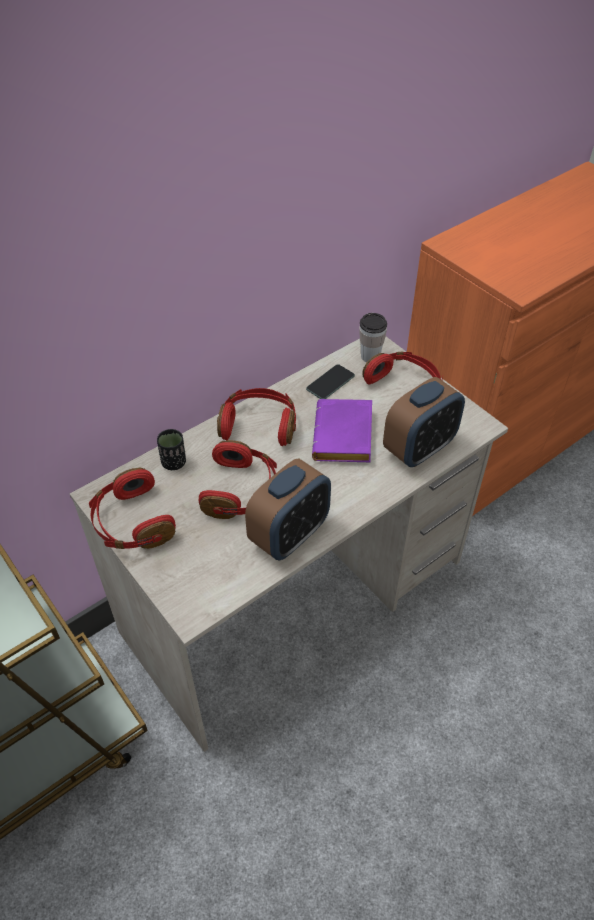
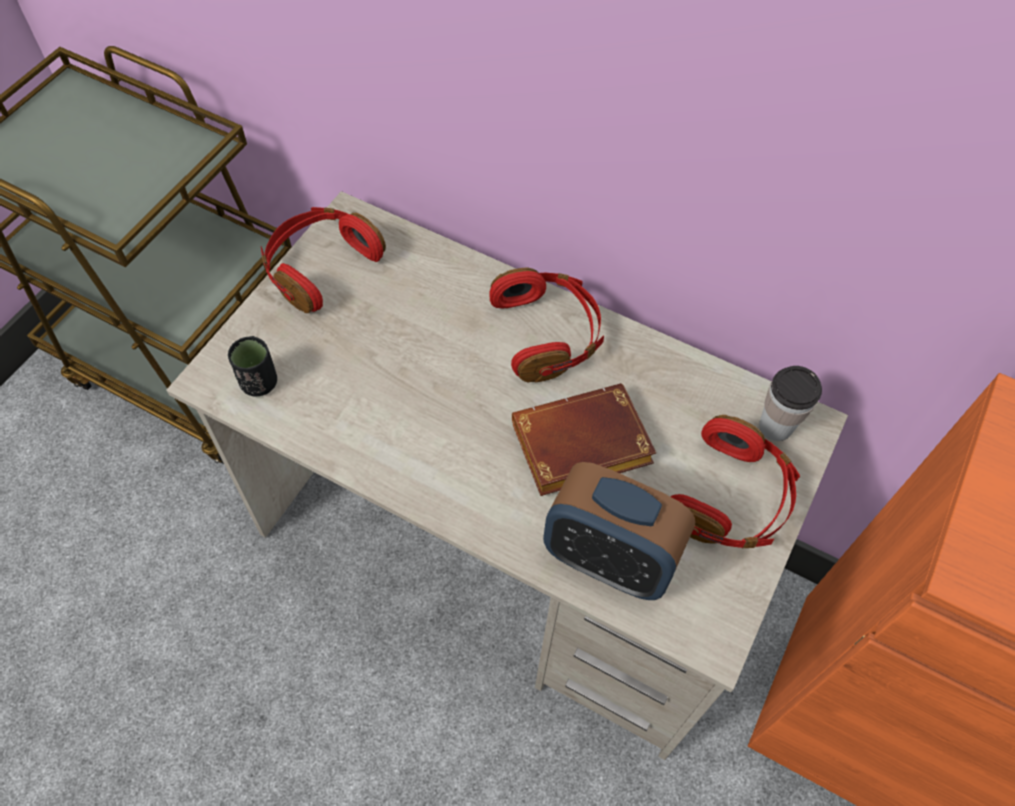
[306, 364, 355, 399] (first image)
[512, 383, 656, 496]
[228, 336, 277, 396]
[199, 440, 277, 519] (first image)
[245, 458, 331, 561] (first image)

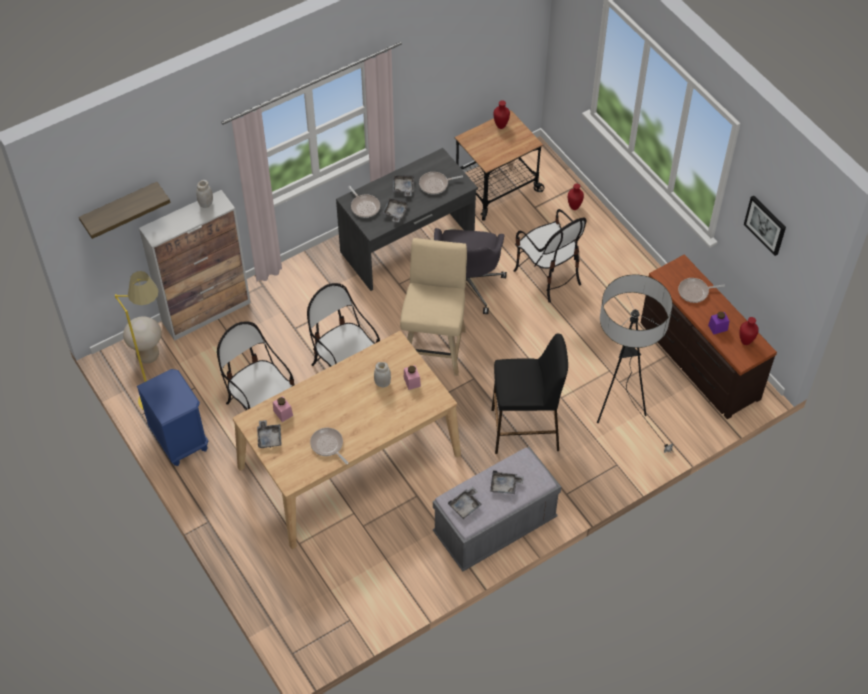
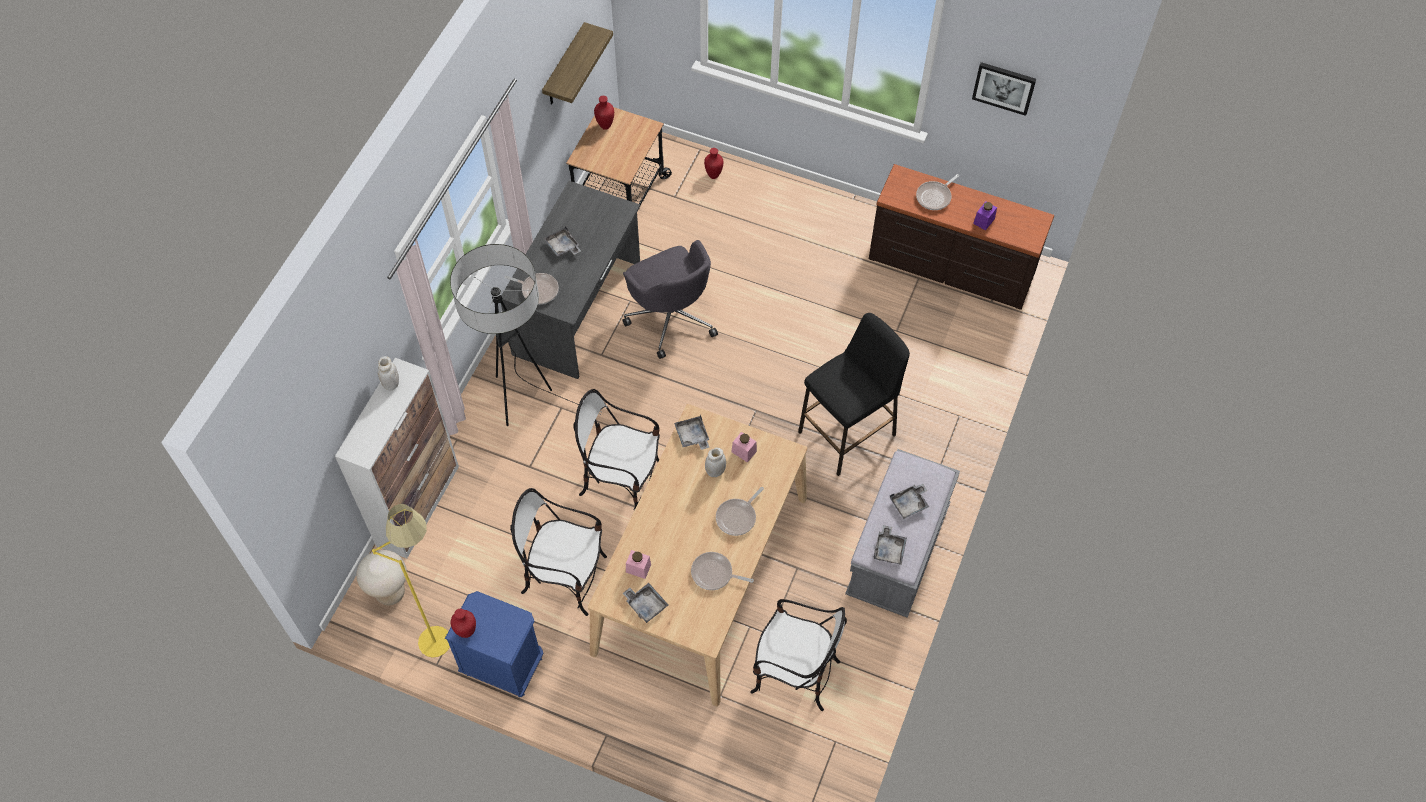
[716, 487, 764, 536]
[542, 22, 613, 105]
[674, 415, 709, 450]
[750, 599, 847, 711]
[400, 238, 467, 376] (first image)
[450, 244, 601, 426]
[451, 609, 476, 638]

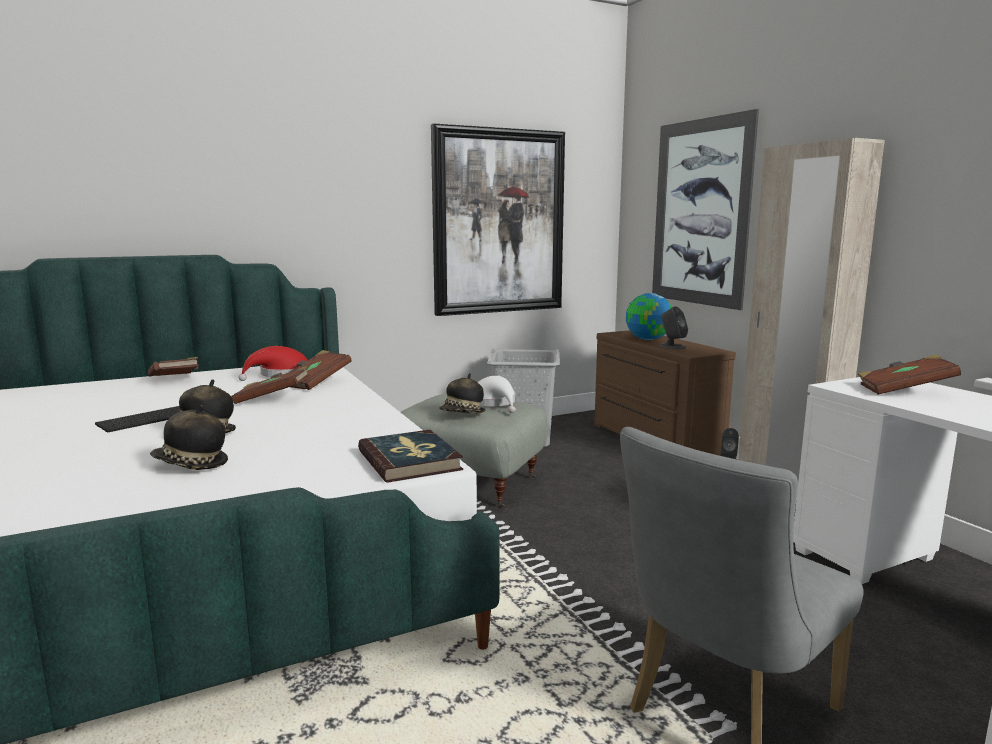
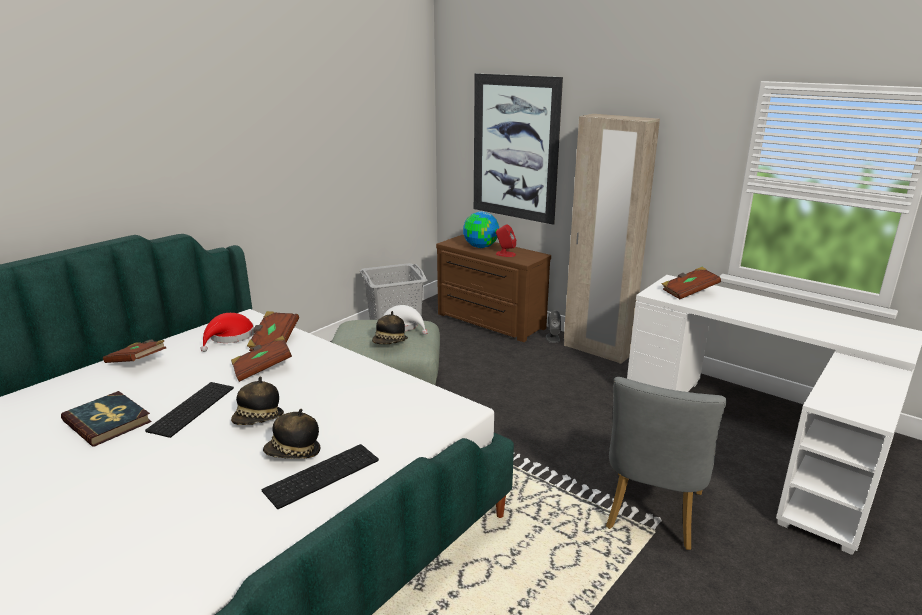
[431, 124, 565, 316] (first image)
[496, 224, 516, 257]
[61, 391, 152, 447]
[262, 444, 379, 509]

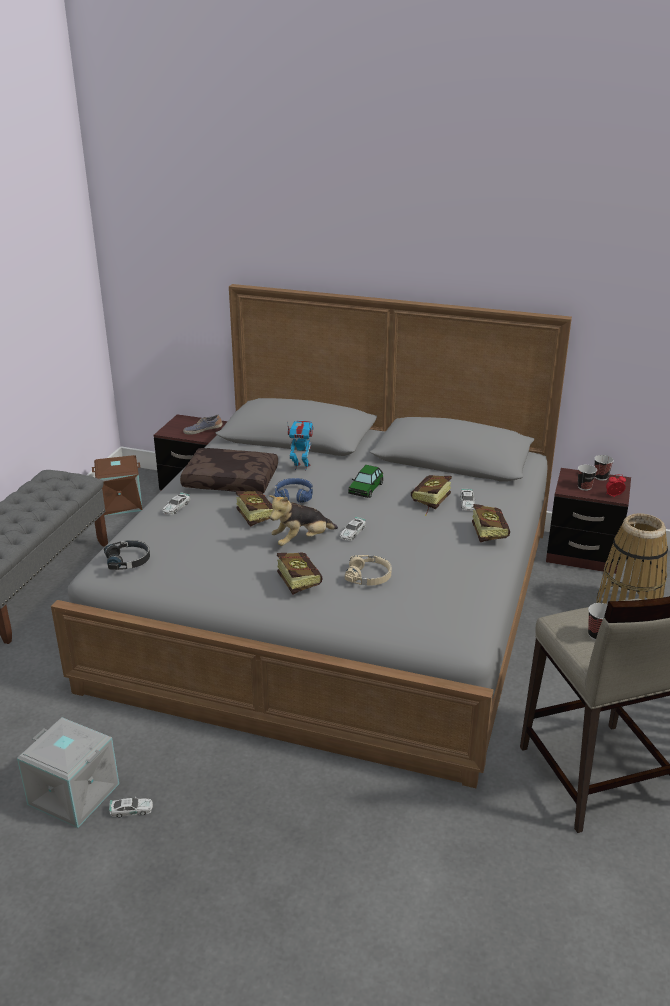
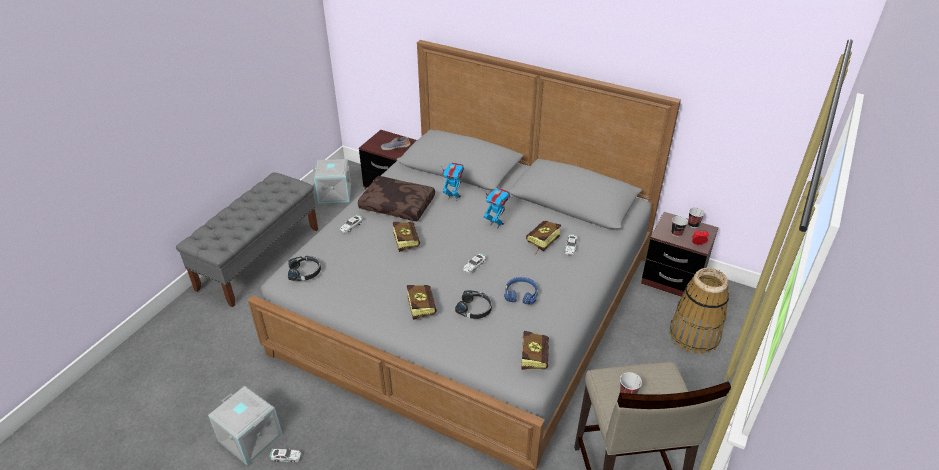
[313, 159, 351, 203]
[484, 188, 511, 228]
[504, 277, 538, 305]
[269, 495, 338, 546] (first image)
[521, 331, 549, 370]
[455, 290, 492, 319]

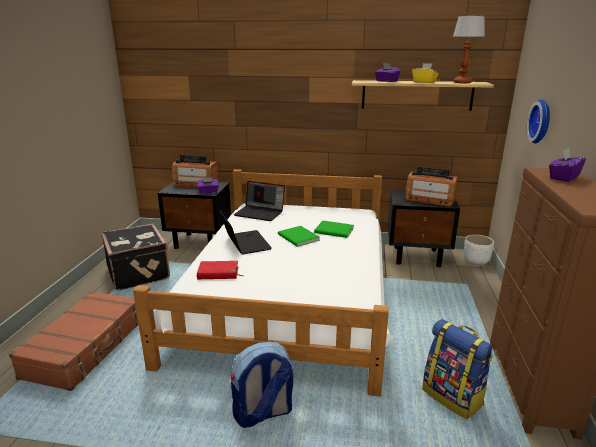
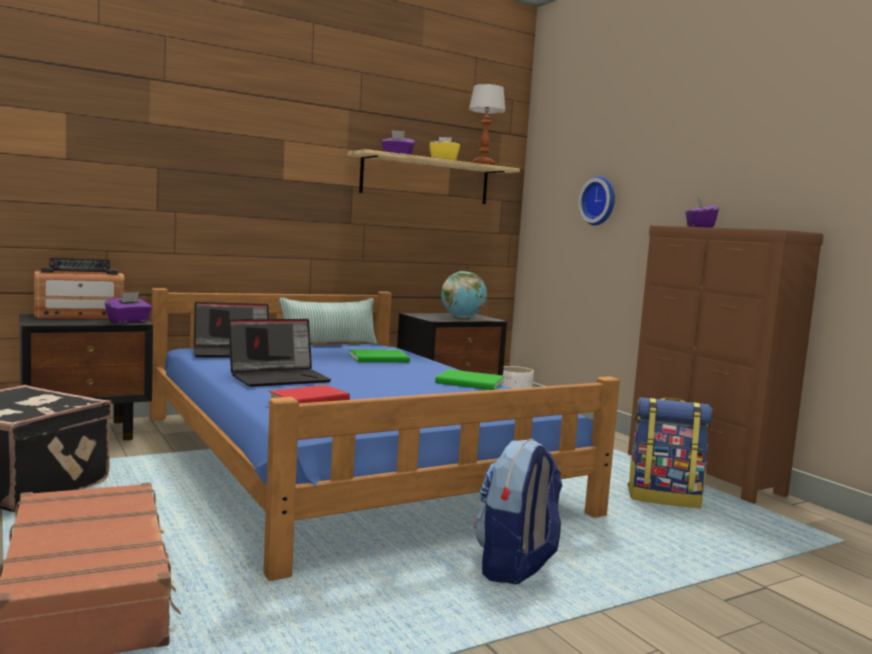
[441, 271, 487, 318]
[150, 288, 620, 581]
[228, 319, 331, 387]
[435, 369, 504, 390]
[279, 298, 377, 344]

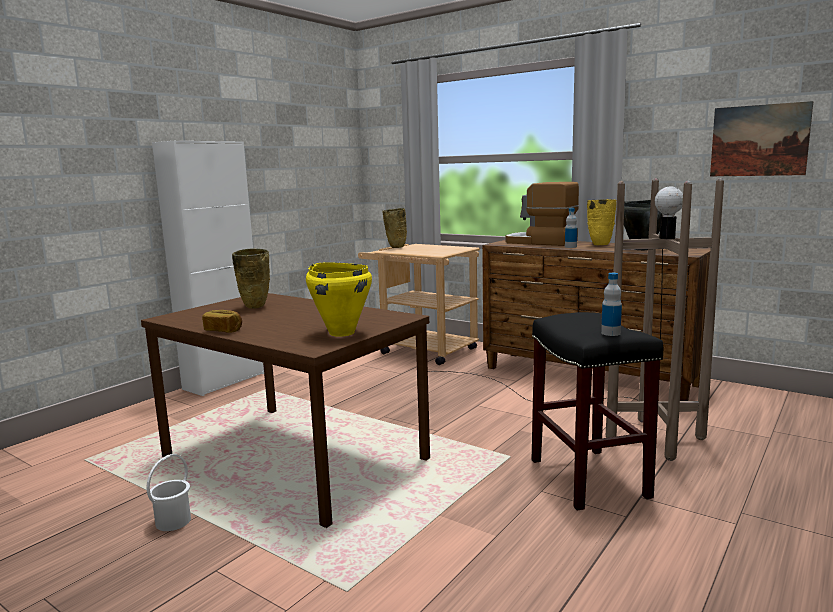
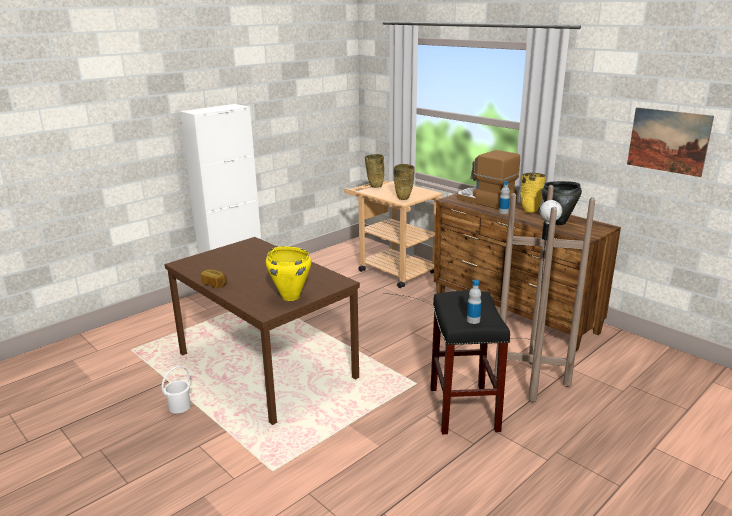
[394, 164, 415, 200]

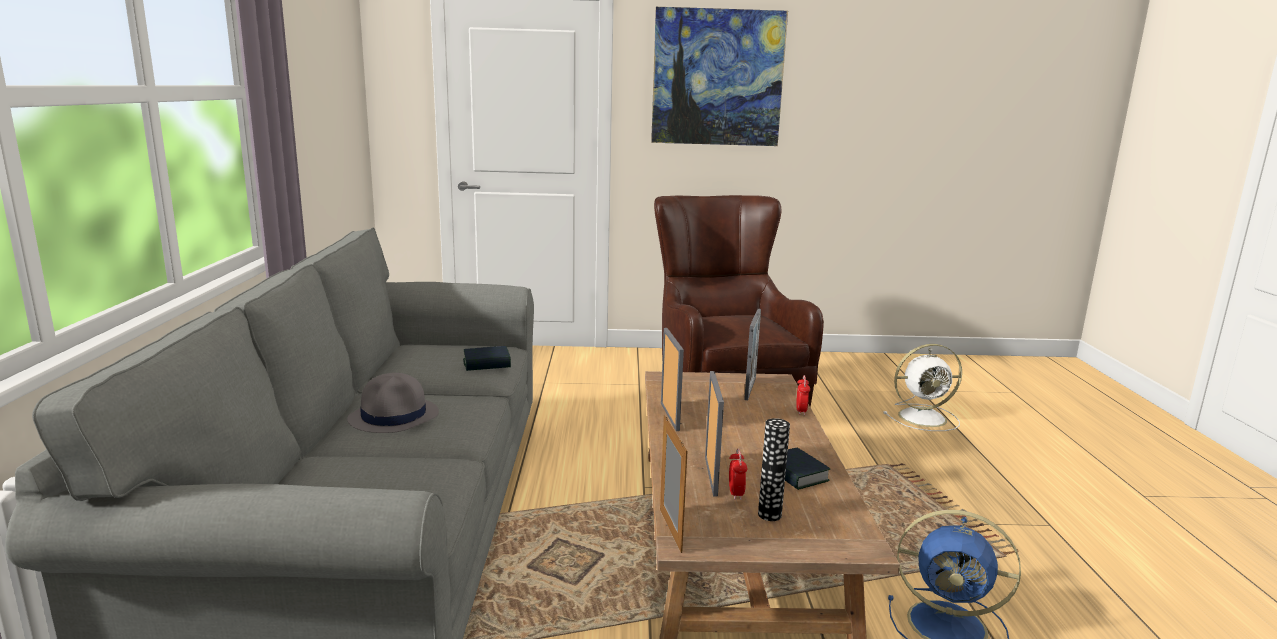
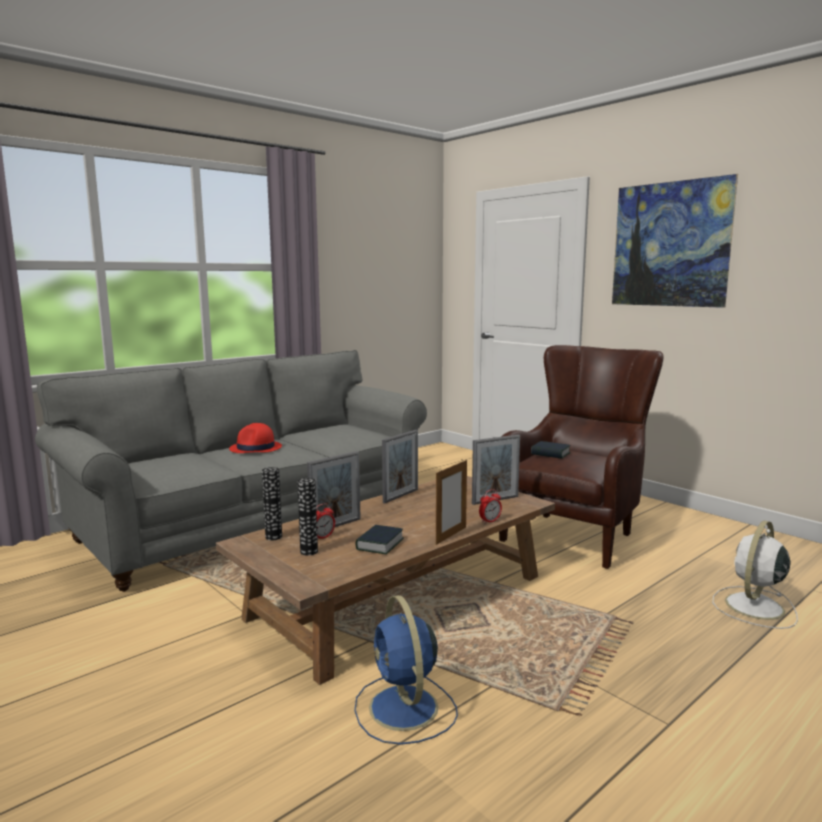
[713, 520, 798, 629]
[531, 441, 570, 459]
[229, 423, 282, 453]
[436, 459, 467, 545]
[262, 467, 282, 540]

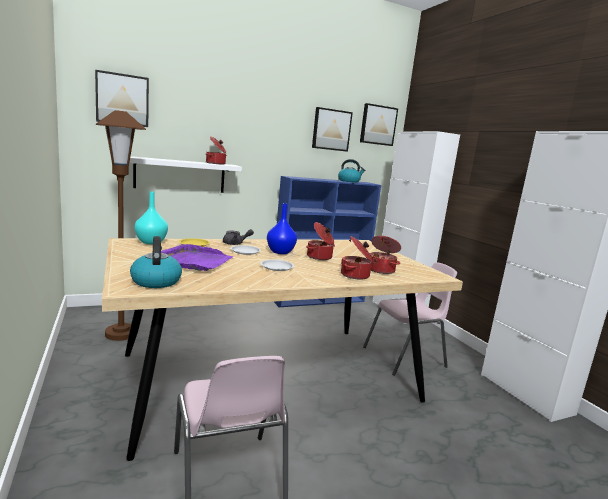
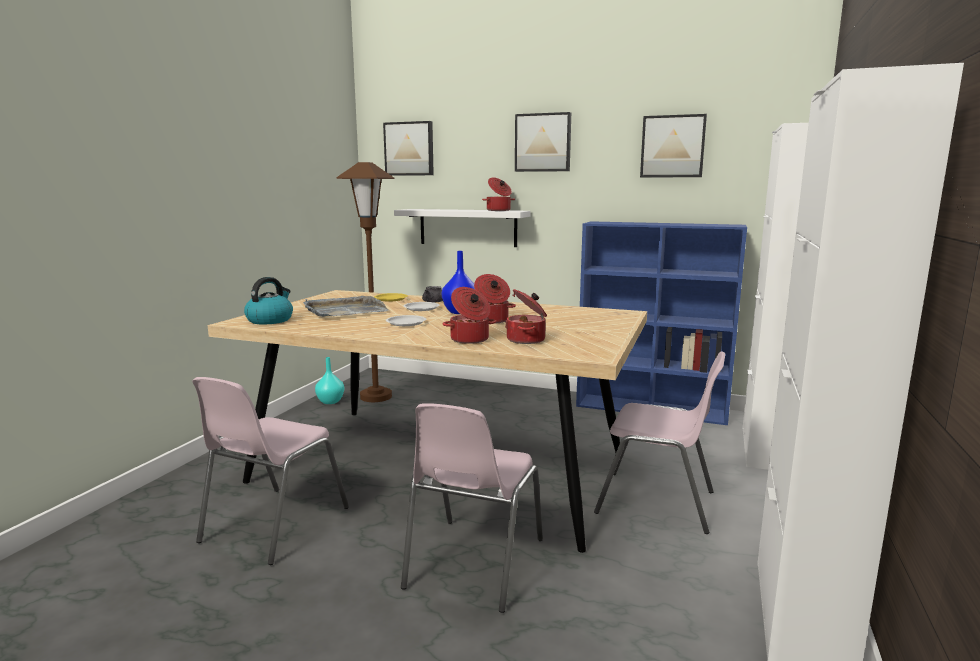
[515, 112, 571, 172]
[338, 159, 365, 183] (first image)
[315, 357, 344, 404]
[303, 296, 389, 317]
[401, 403, 543, 613]

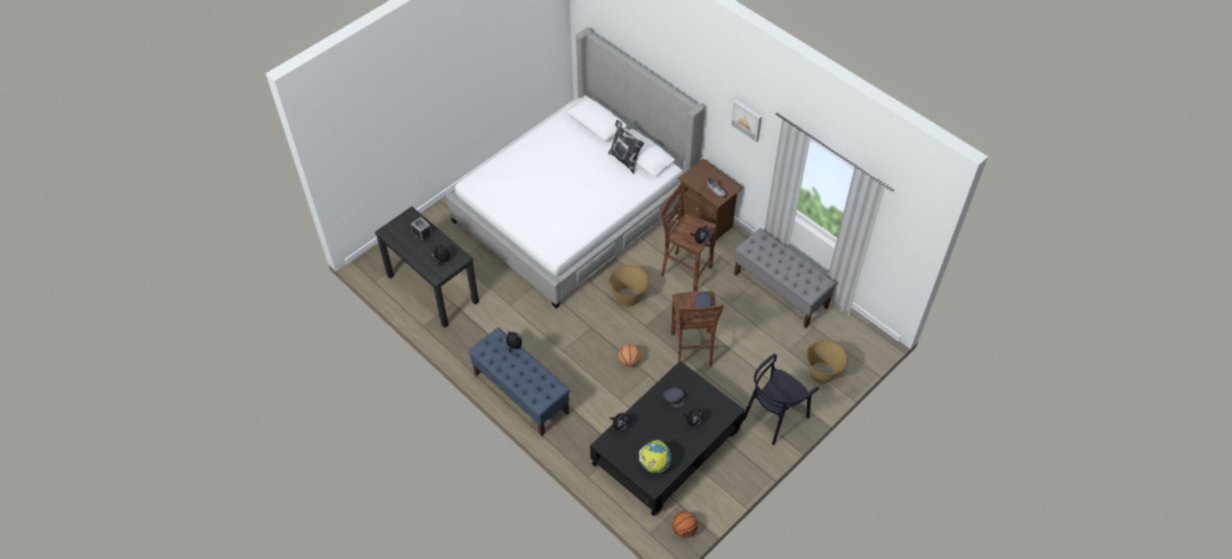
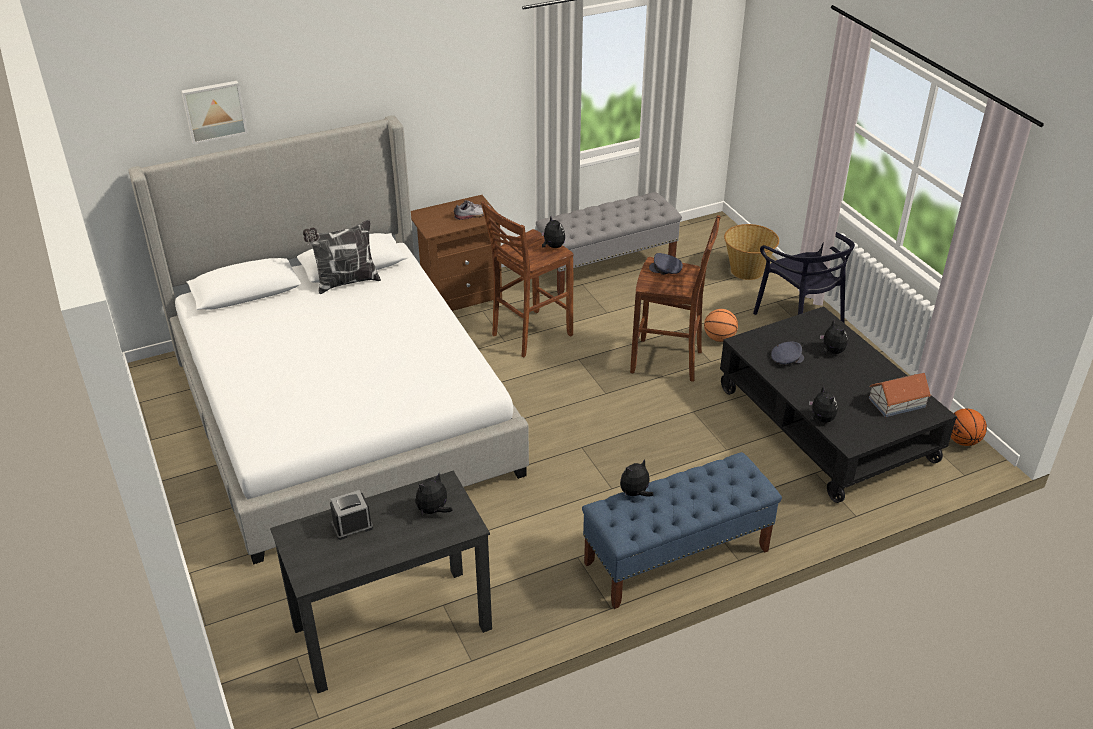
[181, 81, 248, 144]
[609, 265, 649, 307] (first image)
[704, 309, 738, 342]
[868, 373, 931, 417]

